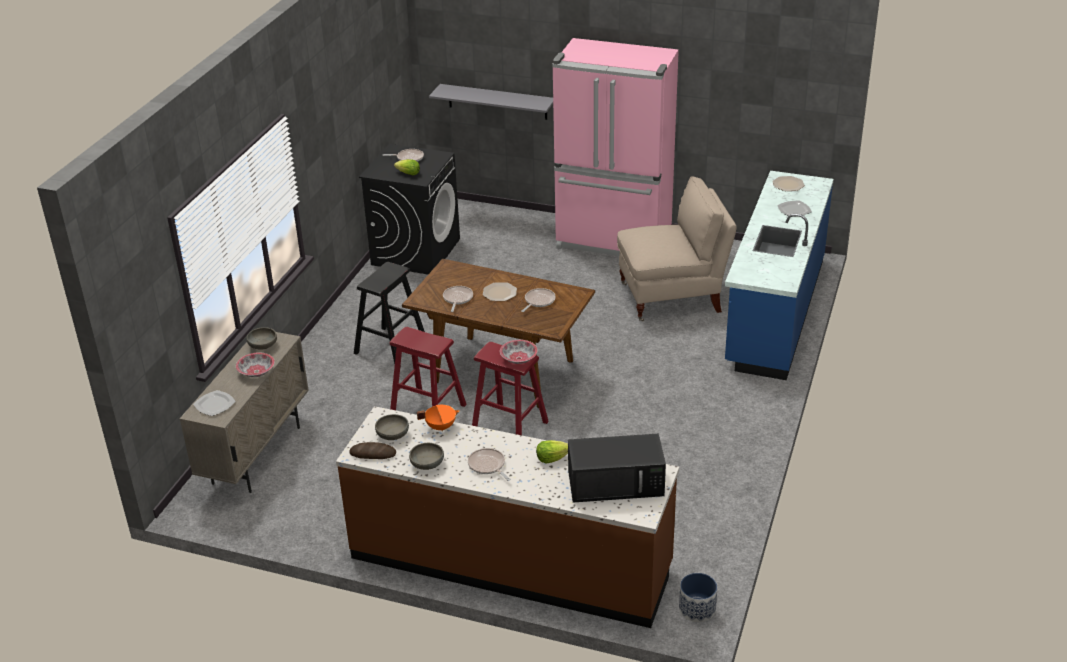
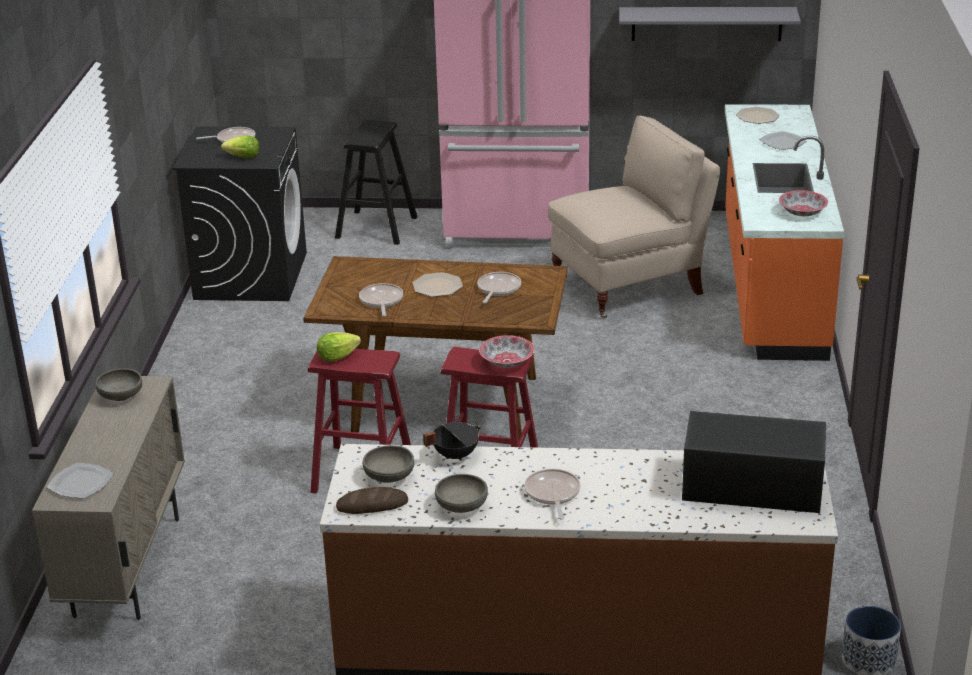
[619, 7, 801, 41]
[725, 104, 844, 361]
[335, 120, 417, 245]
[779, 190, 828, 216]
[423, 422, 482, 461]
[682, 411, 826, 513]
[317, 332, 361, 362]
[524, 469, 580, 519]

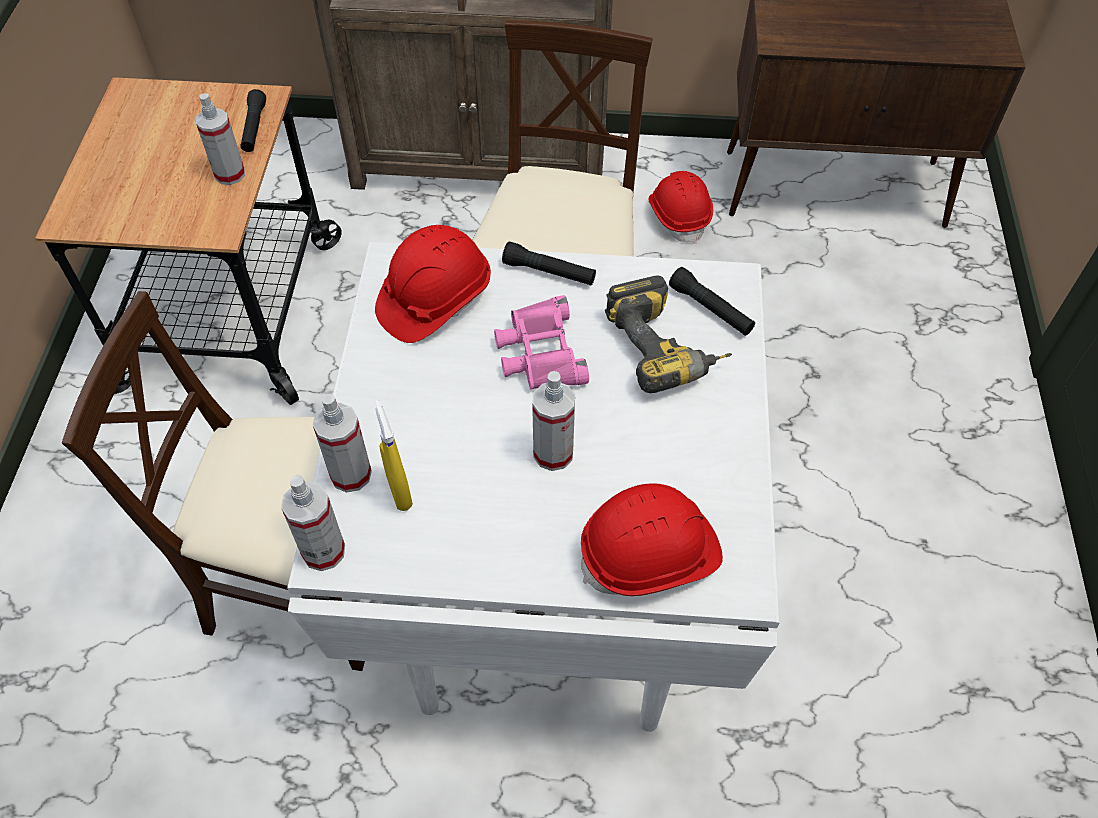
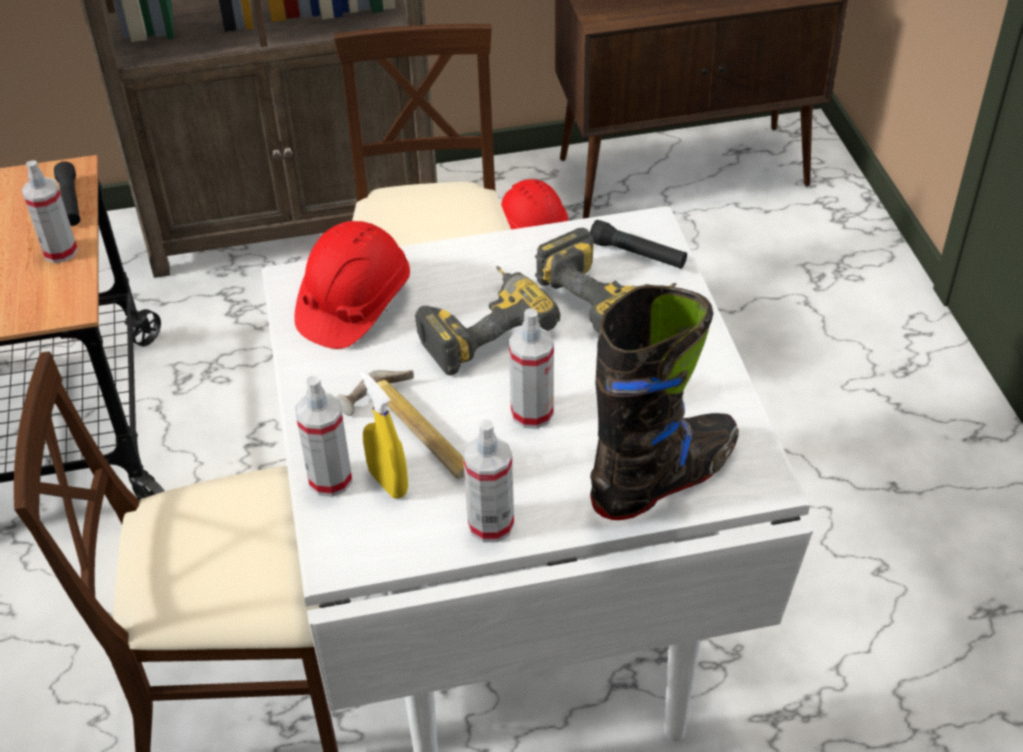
[502, 242, 596, 286] (first image)
[415, 266, 561, 375]
[463, 420, 514, 542]
[590, 285, 739, 520]
[336, 370, 465, 479]

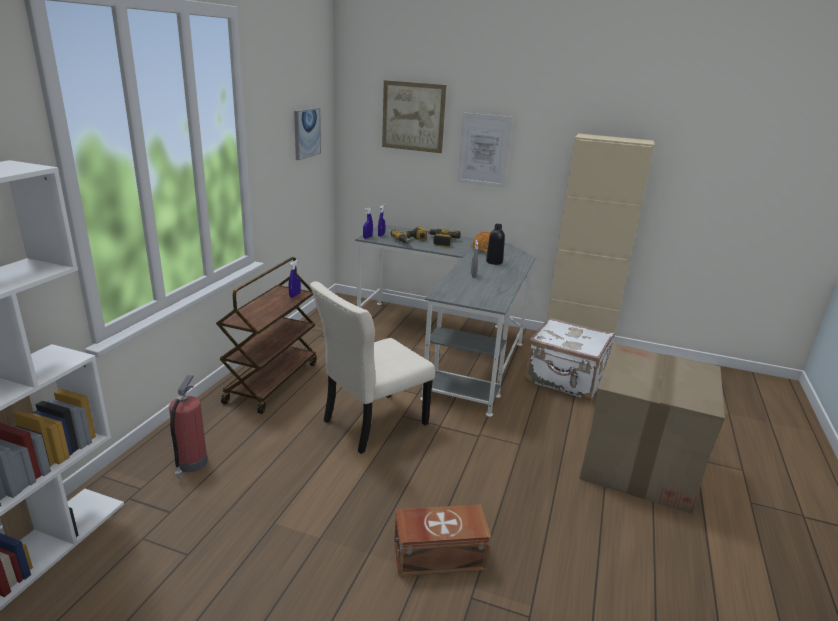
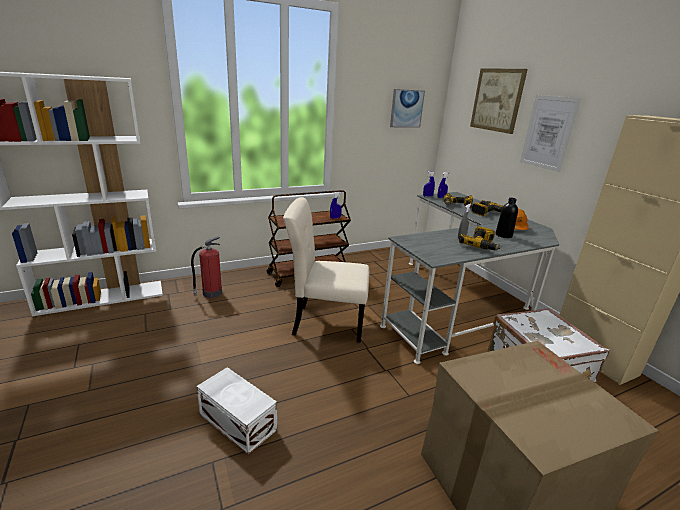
[196, 367, 277, 455]
[459, 226, 500, 250]

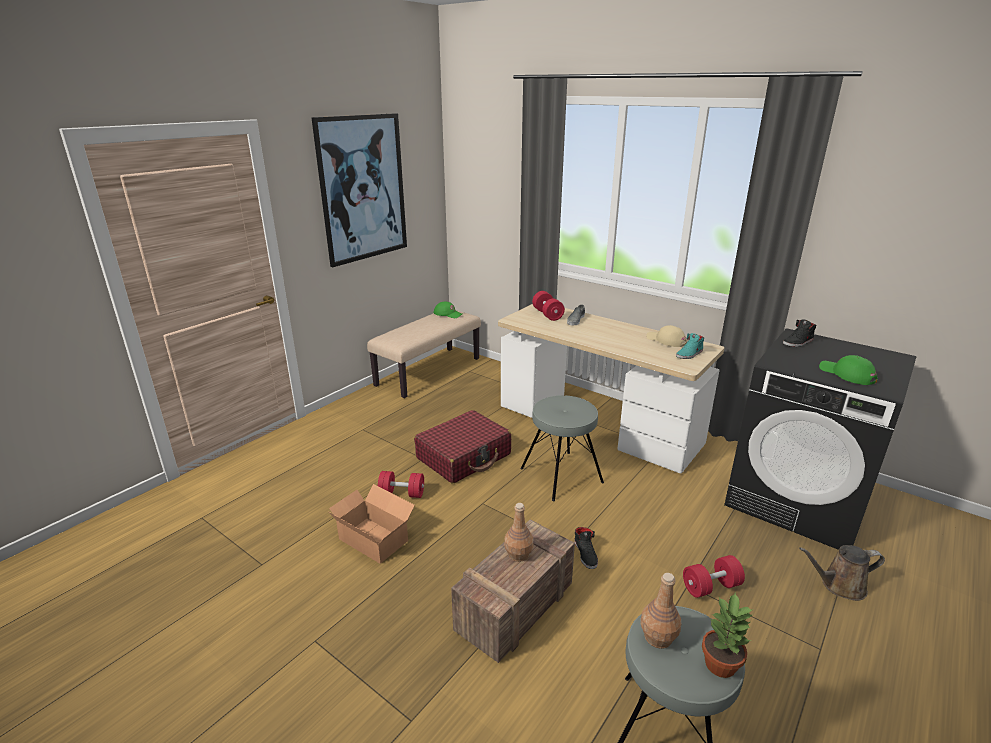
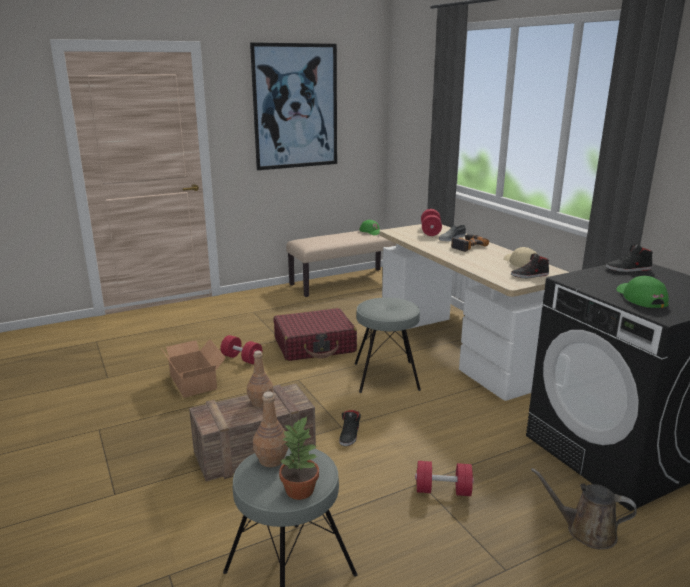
[511, 253, 549, 278]
[451, 234, 489, 252]

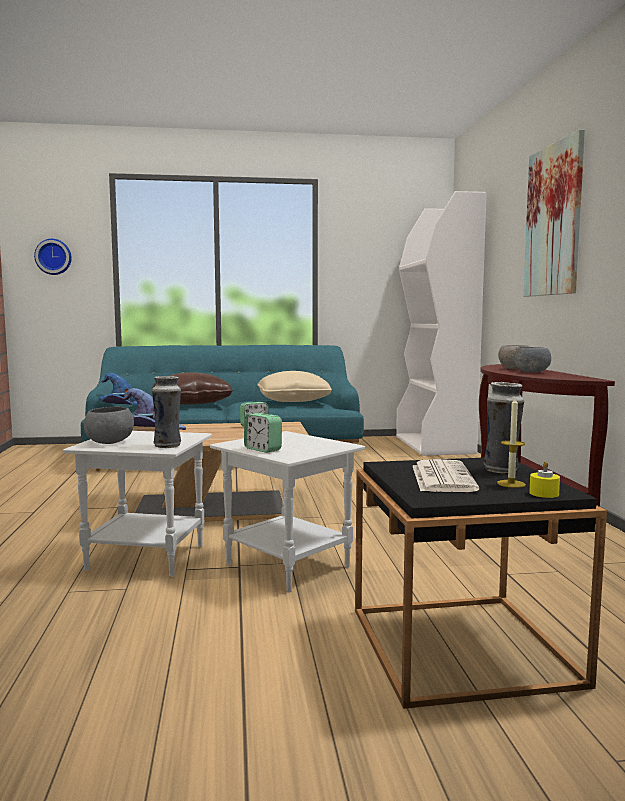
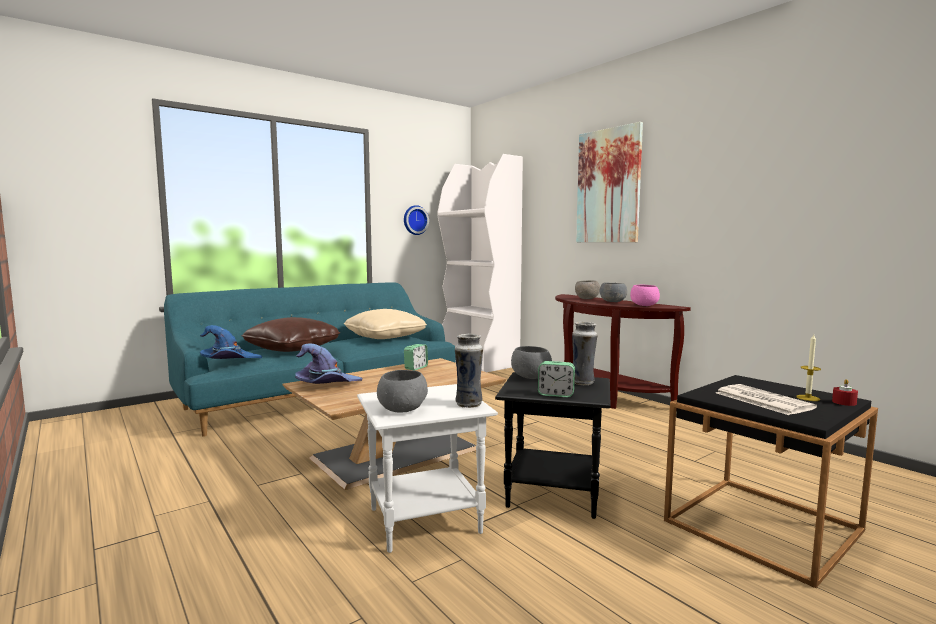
[404, 205, 429, 235]
[572, 322, 598, 385]
[495, 372, 611, 519]
[832, 379, 858, 406]
[630, 285, 660, 306]
[511, 346, 552, 379]

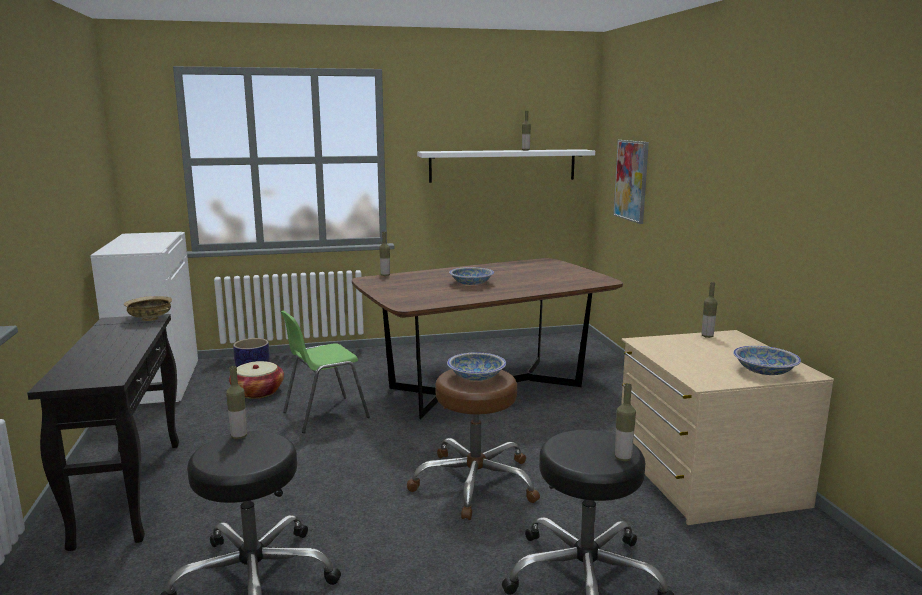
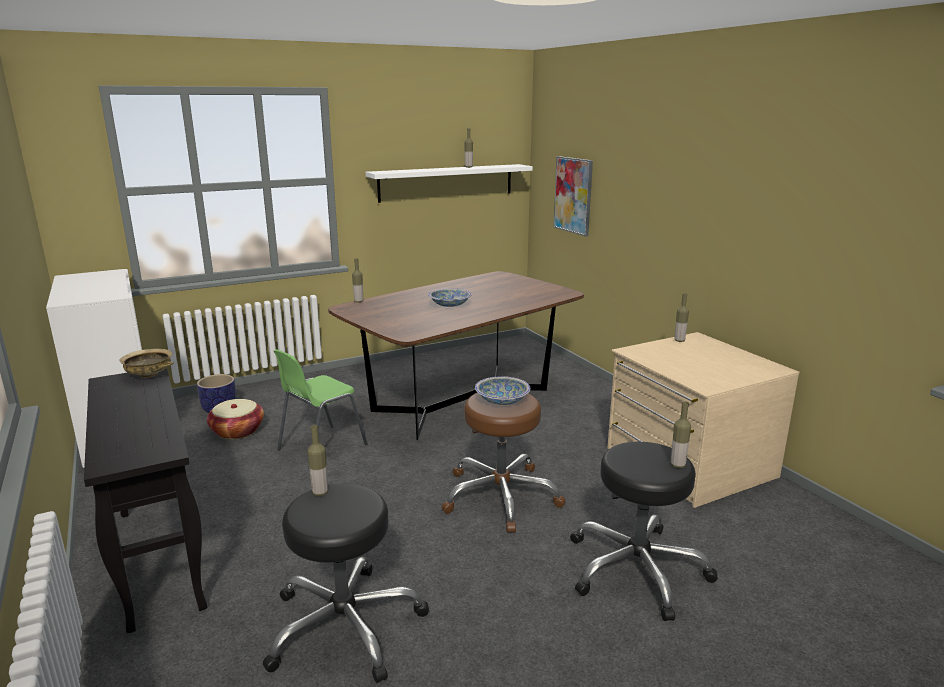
[733, 346, 801, 375] (first image)

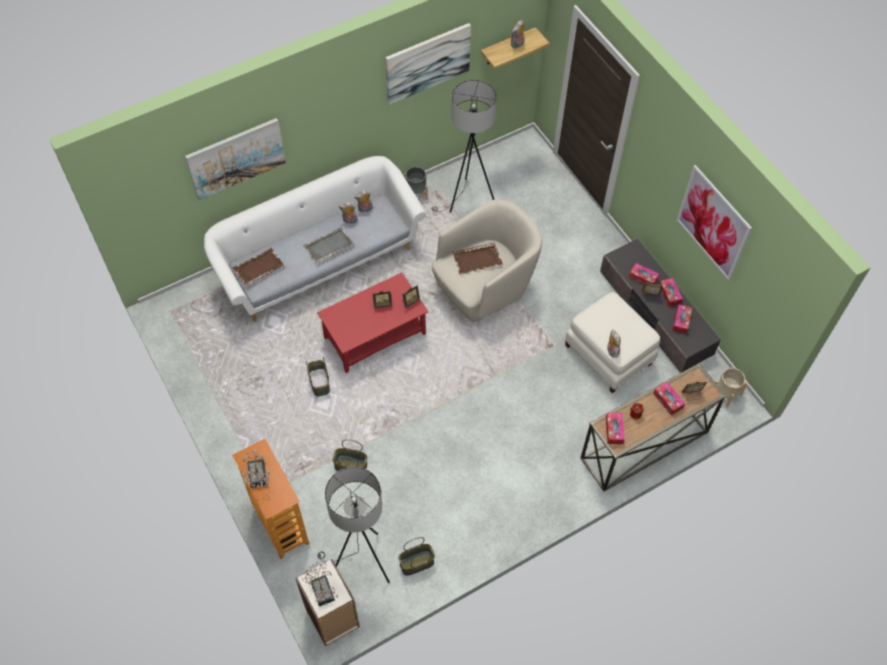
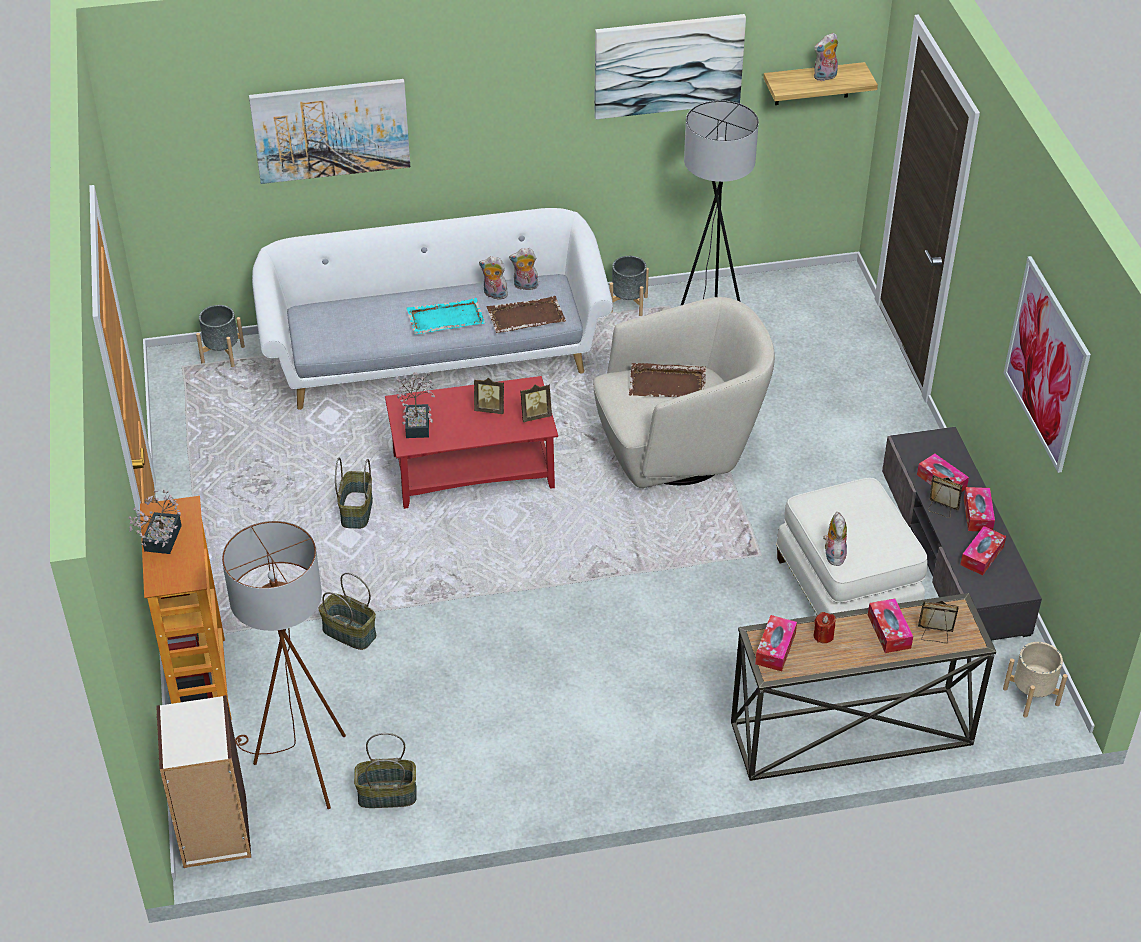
[407, 298, 485, 334]
[486, 296, 566, 333]
[222, 521, 346, 809]
[394, 372, 435, 438]
[196, 305, 245, 367]

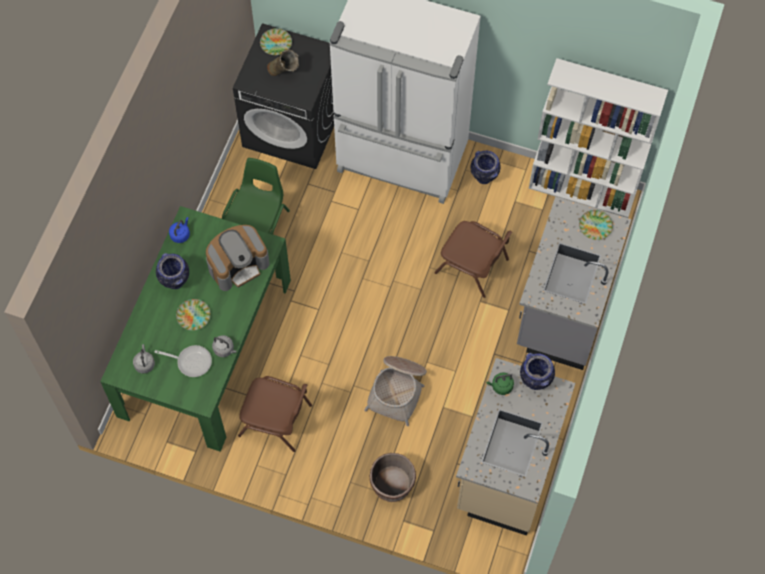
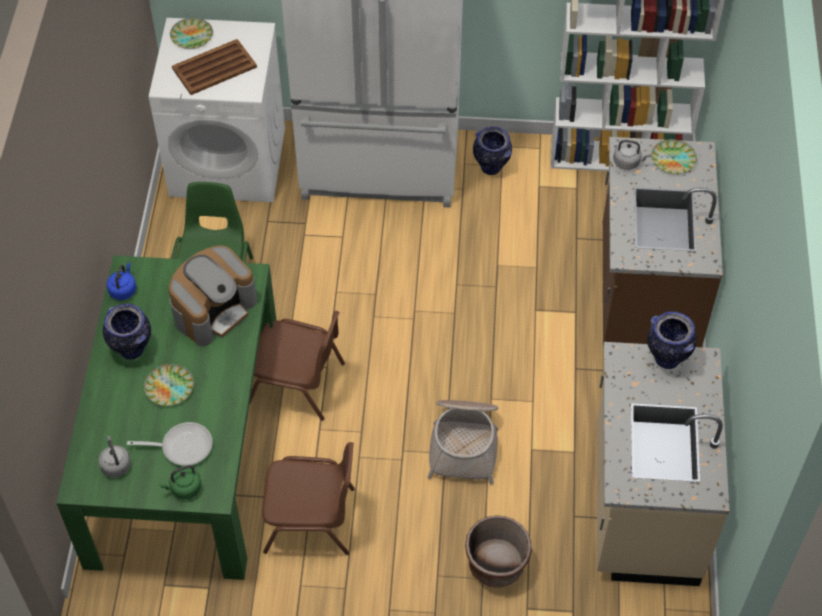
[149, 18, 285, 202]
[172, 39, 257, 95]
[603, 137, 723, 347]
[249, 311, 345, 421]
[613, 140, 650, 170]
[160, 465, 202, 499]

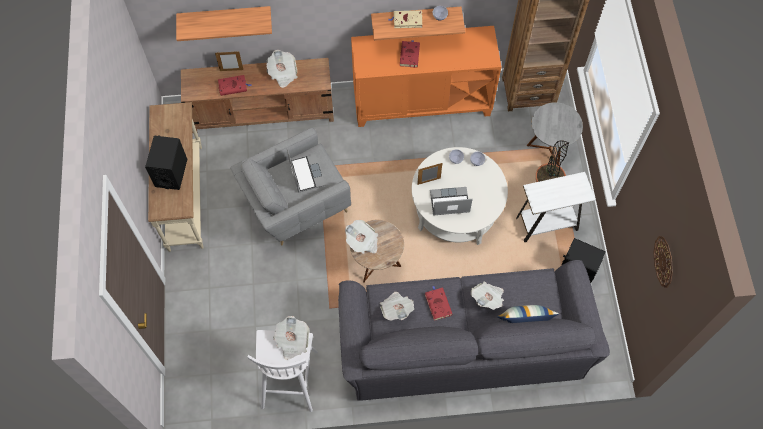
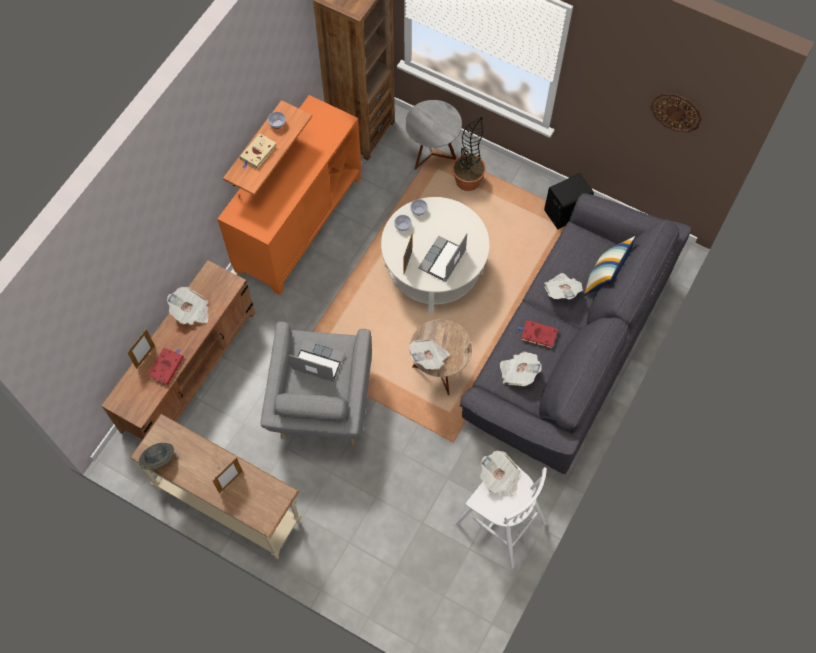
[176, 6, 272, 41] (first image)
[400, 40, 420, 68] (first image)
[213, 457, 242, 494]
[516, 172, 596, 242] (first image)
[139, 443, 174, 470]

